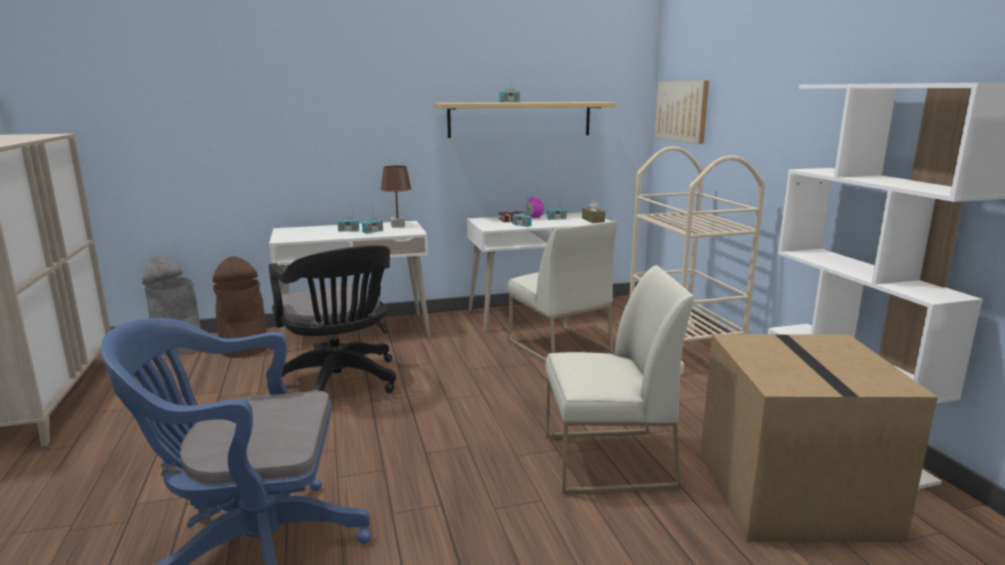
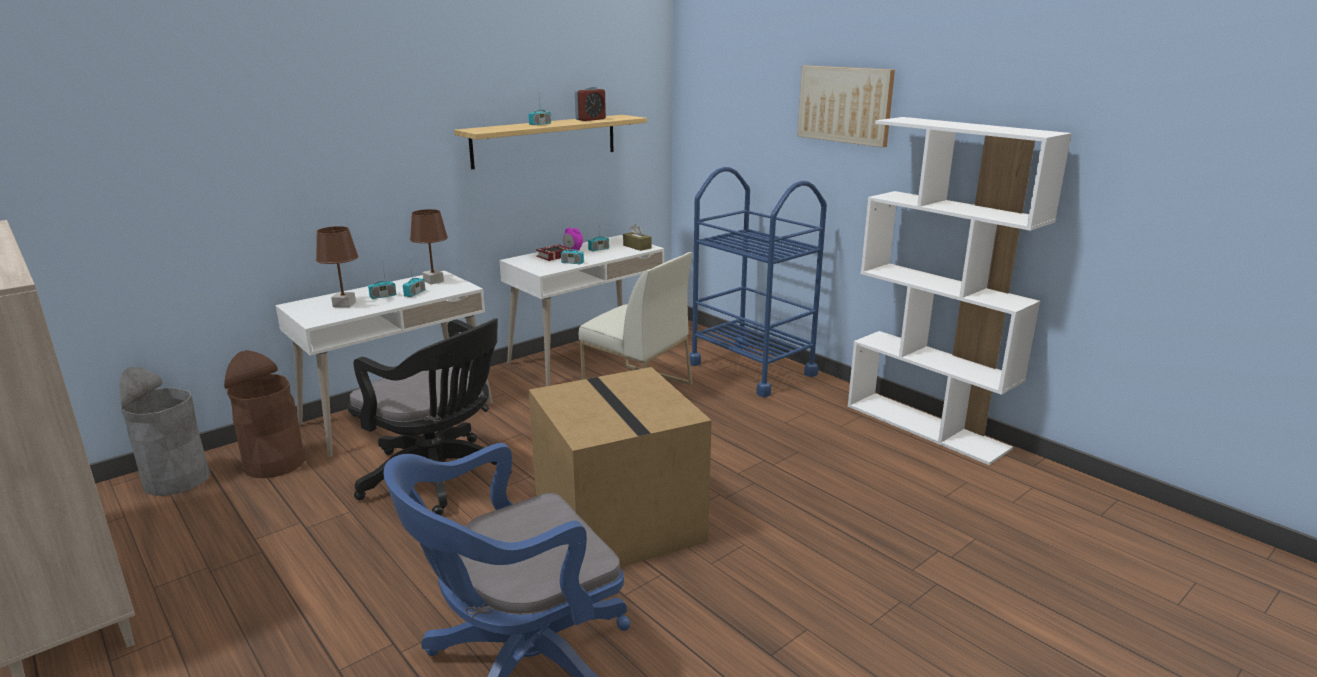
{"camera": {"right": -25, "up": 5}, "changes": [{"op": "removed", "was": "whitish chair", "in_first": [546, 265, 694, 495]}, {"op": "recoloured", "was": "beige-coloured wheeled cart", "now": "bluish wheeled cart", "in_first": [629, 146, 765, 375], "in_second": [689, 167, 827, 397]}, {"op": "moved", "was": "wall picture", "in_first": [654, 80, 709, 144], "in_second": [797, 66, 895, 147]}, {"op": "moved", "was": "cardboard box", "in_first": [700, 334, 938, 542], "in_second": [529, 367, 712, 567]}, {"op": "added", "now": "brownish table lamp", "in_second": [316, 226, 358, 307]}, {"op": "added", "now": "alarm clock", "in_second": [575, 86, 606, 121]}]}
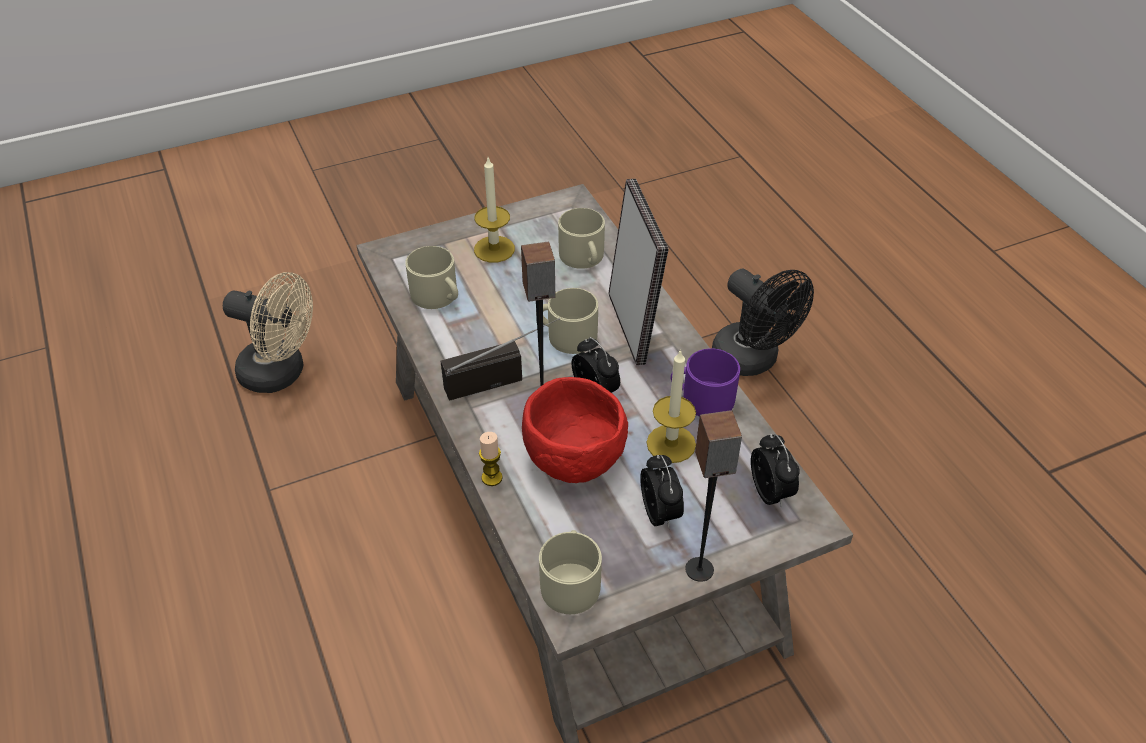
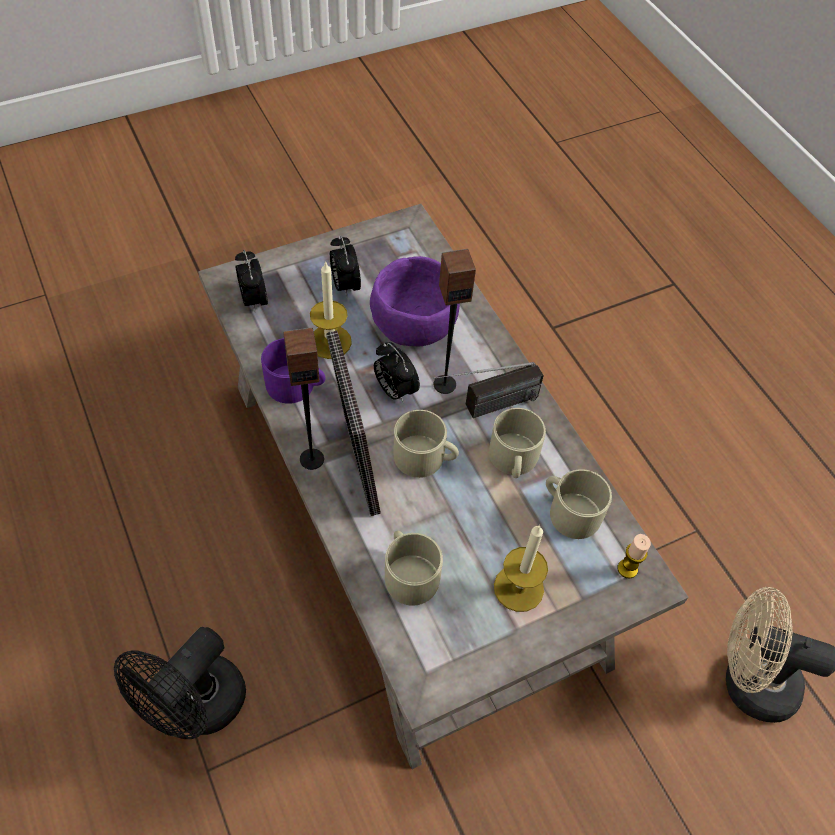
{"camera": {"right": 175, "up": 10}, "changes": [{"op": "moved", "was": "candle", "in_first": [479, 432, 503, 486], "in_second": [618, 534, 651, 579]}, {"op": "recoloured", "was": "reddish serving bowl", "now": "purplish serving bowl", "in_first": [522, 377, 628, 483], "in_second": [370, 256, 460, 346]}, {"op": "moved", "was": "beige-coloured coffee mug", "in_first": [539, 530, 602, 614], "in_second": [489, 408, 546, 478]}, {"op": "moved", "was": "loudspeaker", "in_first": [685, 410, 742, 582], "in_second": [283, 327, 324, 470]}, {"op": "turned", "was": "black cooling fan", "in_first": [712, 269, 814, 376], "in_second": [114, 627, 246, 739], "clockwise": -105}]}
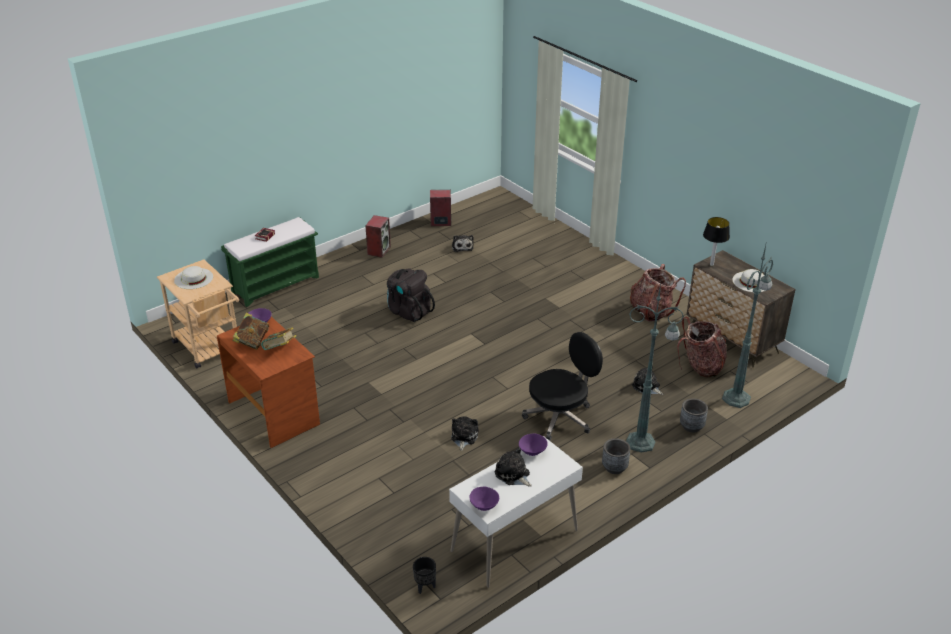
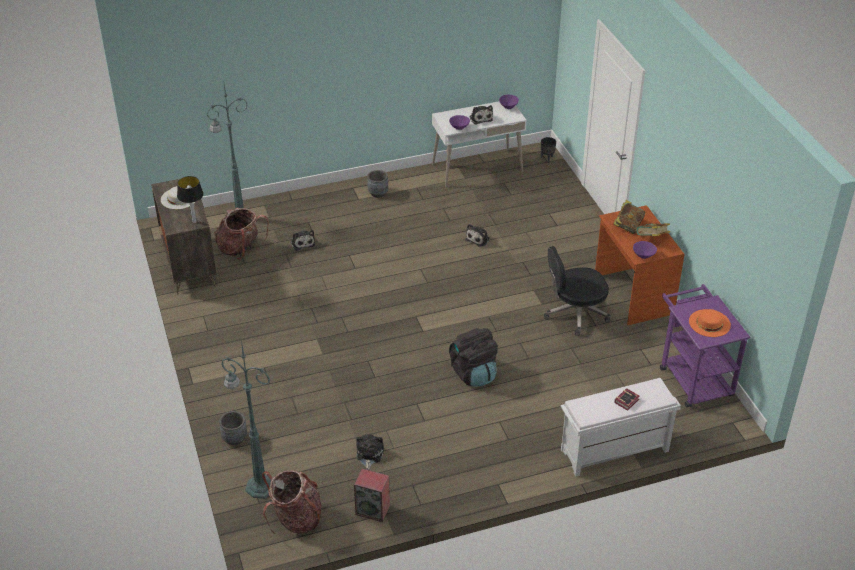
{"camera": {"right": -160, "up": 5}, "changes": [{"op": "recoloured", "was": "beige-coloured wheeled cart", "now": "purplish wheeled cart", "in_first": [157, 259, 239, 368], "in_second": [660, 284, 750, 407]}, {"op": "recoloured", "was": "whitish hat", "now": "orange-coloured hat", "in_first": [174, 266, 213, 289], "in_second": [689, 309, 731, 337]}, {"op": "recoloured", "was": "green bench", "now": "whitish bench", "in_first": [221, 217, 319, 307], "in_second": [561, 378, 681, 477]}, {"op": "removed", "was": "loudspeaker", "in_first": [365, 215, 391, 258]}, {"op": "moved", "was": "black office chair", "in_first": [522, 332, 603, 441], "in_second": [544, 246, 611, 336]}, {"op": "moved", "was": "green floor lamp", "in_first": [626, 282, 684, 452], "in_second": [221, 340, 271, 499]}, {"op": "moved", "was": "knapsack", "in_first": [630, 264, 686, 322], "in_second": [262, 470, 321, 534]}, {"op": "moved", "was": "greyish planter", "in_first": [680, 398, 708, 433], "in_second": [219, 411, 247, 445]}]}
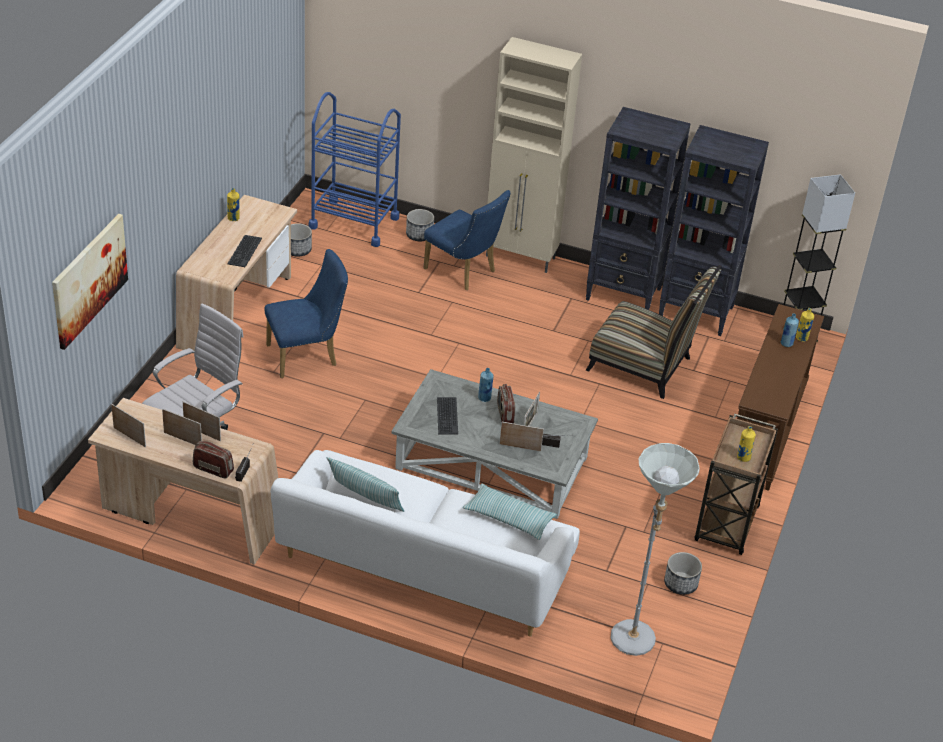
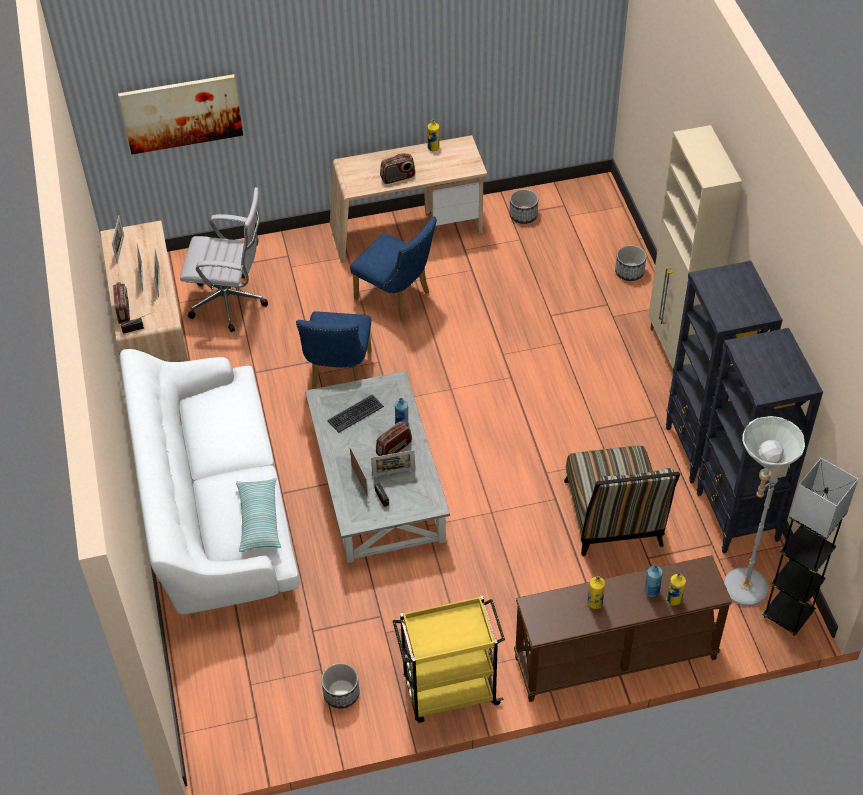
{"camera": {"right": 60, "up": 10}, "changes": [{"op": "replaced", "was": "computer keyboard", "now": "radio", "in_first": [228, 235, 262, 267], "in_second": [380, 153, 415, 184]}, {"op": "removed", "was": "bluish wheeled cart", "in_first": [309, 92, 401, 247]}, {"op": "removed", "was": "pillow", "in_first": [326, 457, 404, 512]}, {"op": "moved", "was": "bluish chair", "in_first": [423, 190, 511, 290], "in_second": [296, 311, 372, 389]}, {"op": "moved", "was": "greyish floor lamp", "in_first": [610, 443, 700, 656], "in_second": [724, 416, 805, 606]}, {"op": "recoloured", "was": "brownish wheeled cart", "now": "yellow wheeled cart", "in_first": [695, 414, 778, 555], "in_second": [393, 596, 505, 723]}, {"op": "moved", "was": "yellow bottle", "in_first": [737, 426, 756, 462], "in_second": [588, 576, 605, 609]}]}
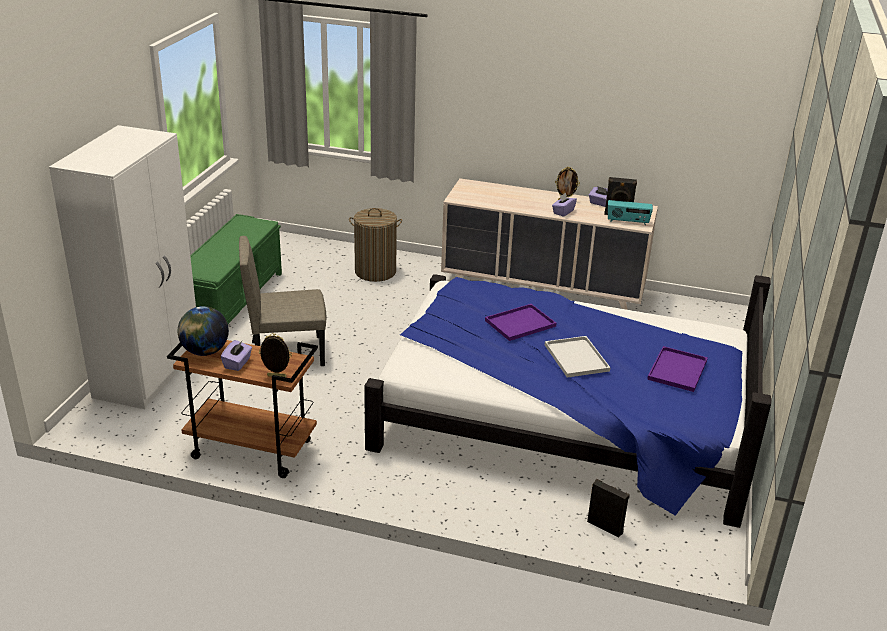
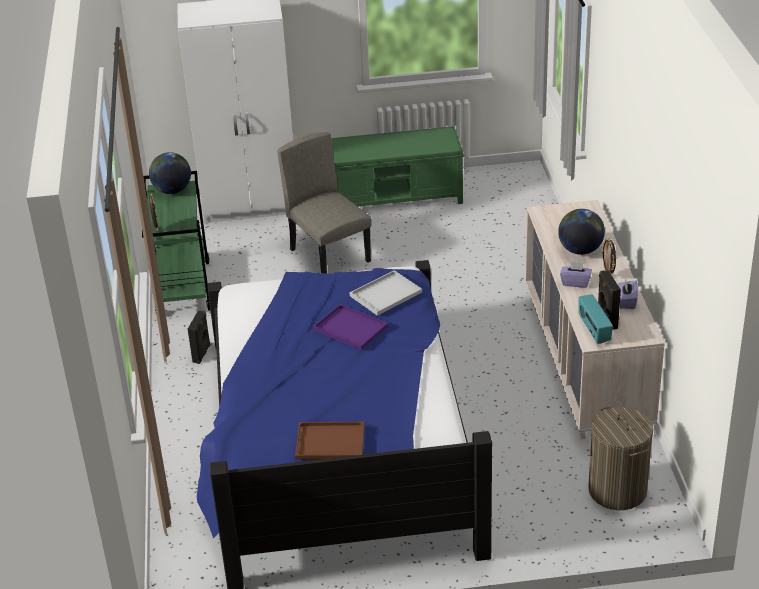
{"camera": {"right": 70, "up": 5}, "changes": [{"op": "recoloured", "was": "brownish wheeled cart", "now": "green wheeled cart", "in_first": [167, 340, 318, 478], "in_second": [142, 171, 210, 311]}, {"op": "removed", "was": "purplish tissue holder", "in_first": [221, 340, 252, 371]}, {"op": "moved", "was": "washing basket", "in_first": [349, 208, 402, 282], "in_second": [588, 407, 653, 510]}, {"op": "moved", "was": "whitish serving tray", "in_first": [545, 336, 611, 378], "in_second": [350, 270, 422, 316]}, {"op": "moved", "was": "black loudspeaker", "in_first": [587, 479, 630, 537], "in_second": [188, 311, 211, 364]}, {"op": "recoloured", "was": "purplish serving tray", "now": "brownish serving tray", "in_first": [647, 346, 708, 392], "in_second": [295, 422, 364, 460]}, {"op": "added", "now": "desk globe", "in_second": [558, 209, 605, 255]}]}
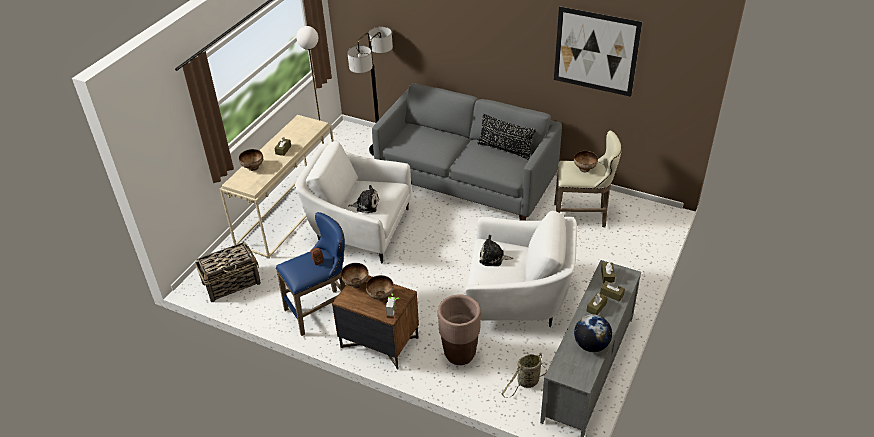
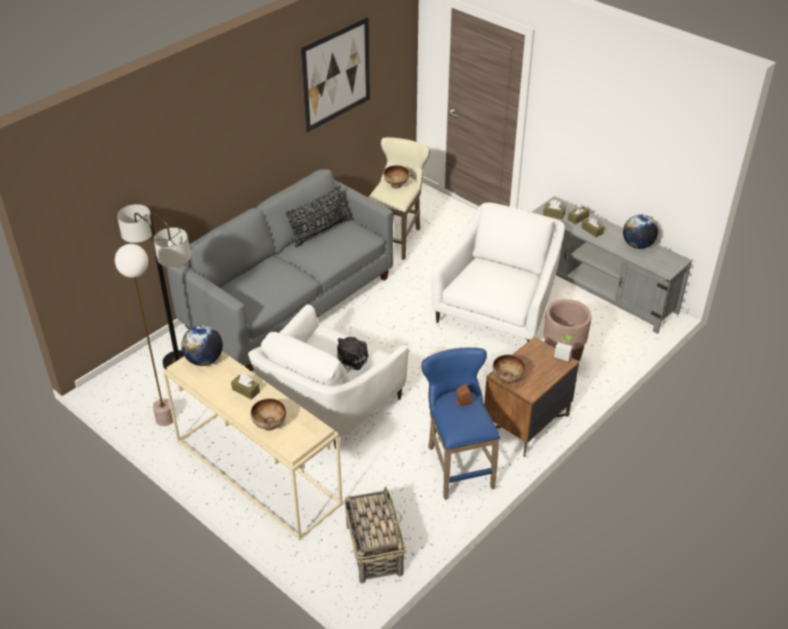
{"camera": {"right": -75, "up": 0}, "changes": [{"op": "removed", "was": "serving bowl", "in_first": [366, 275, 394, 301]}, {"op": "removed", "was": "soft toy", "in_first": [479, 235, 513, 266]}, {"op": "removed", "was": "household basket", "in_first": [501, 353, 547, 398]}, {"op": "added", "now": "desk globe", "in_second": [181, 325, 223, 366]}]}
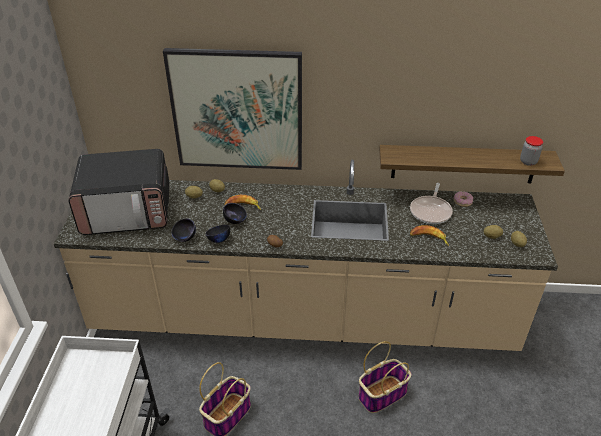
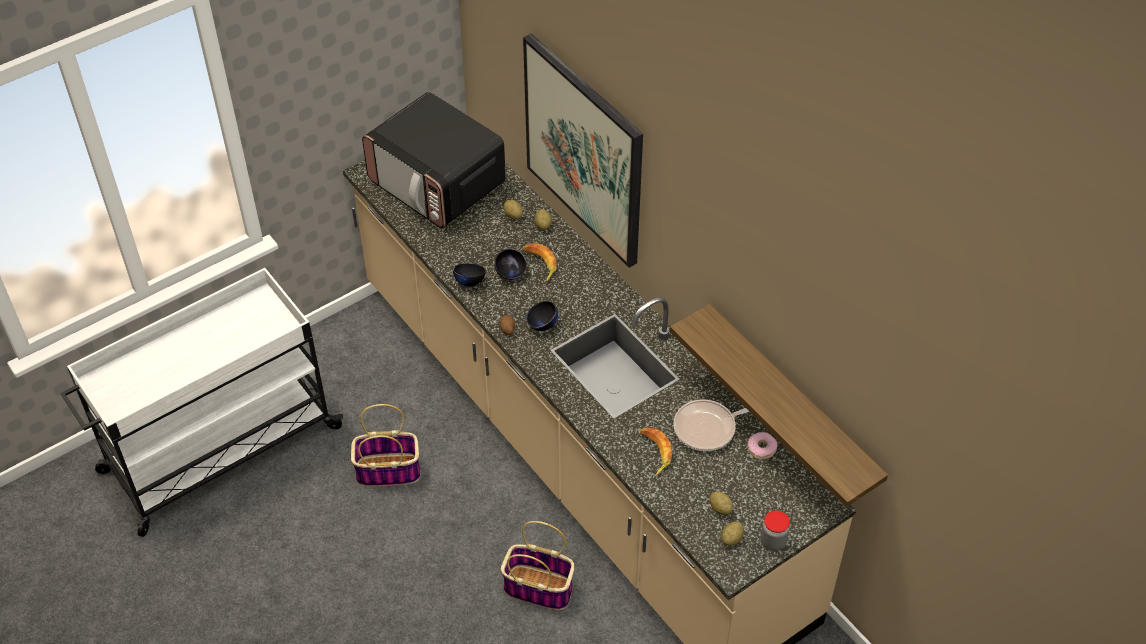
{"camera": {"right": 50, "up": 10}, "changes": [{"op": "moved", "was": "black serving bowl", "in_first": [171, 218, 196, 242], "in_second": [526, 301, 558, 331]}, {"op": "moved", "was": "storage jar", "in_first": [520, 136, 543, 166], "in_second": [760, 511, 790, 551]}]}
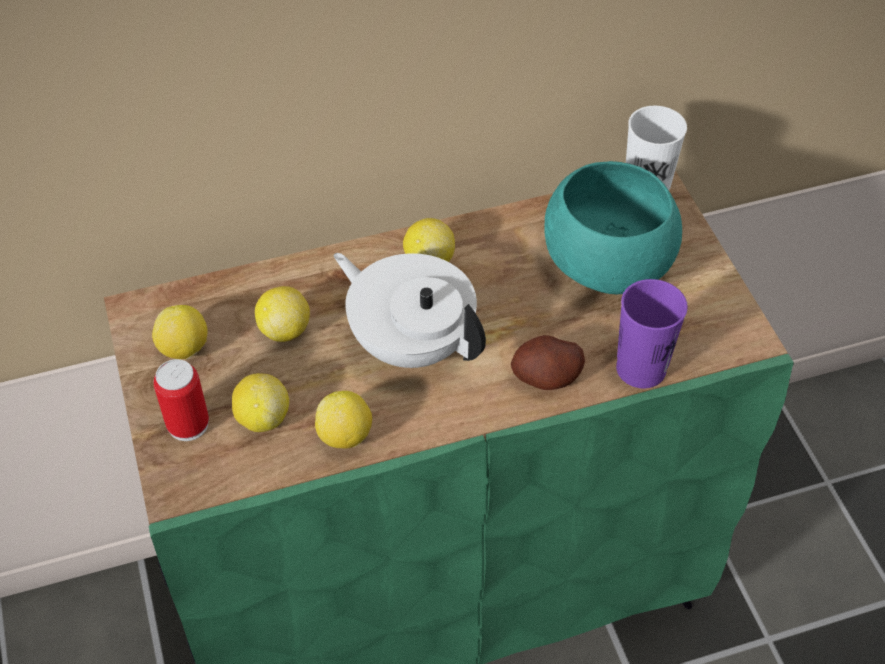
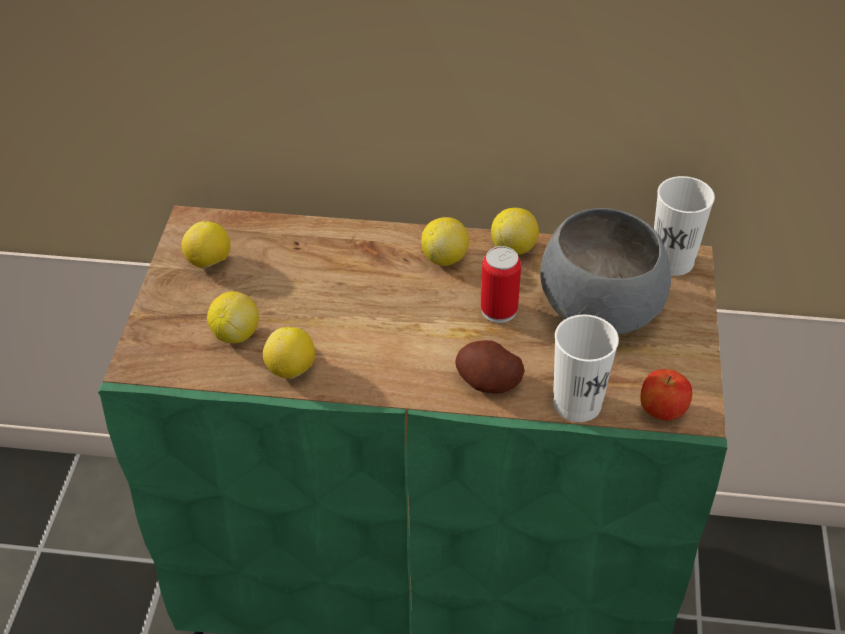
{"camera": {"right": 25, "up": -5}, "changes": [{"op": "moved", "was": "metal can", "in_first": [153, 359, 209, 441], "in_second": [481, 246, 521, 323]}, {"op": "moved", "was": "citrus fruit", "in_first": [255, 286, 310, 342], "in_second": [491, 208, 539, 255]}, {"op": "removed", "was": "whitish pot for tea", "in_first": [334, 253, 486, 368]}, {"op": "recoloured", "was": "turquoise serving bowl", "now": "greyish serving bowl", "in_first": [545, 161, 682, 294], "in_second": [540, 208, 671, 335]}, {"op": "recoloured", "was": "purplish small cup", "now": "whitish small cup", "in_first": [616, 279, 688, 388], "in_second": [553, 314, 619, 422]}, {"op": "added", "now": "apple fruit", "in_second": [640, 369, 692, 421]}]}
